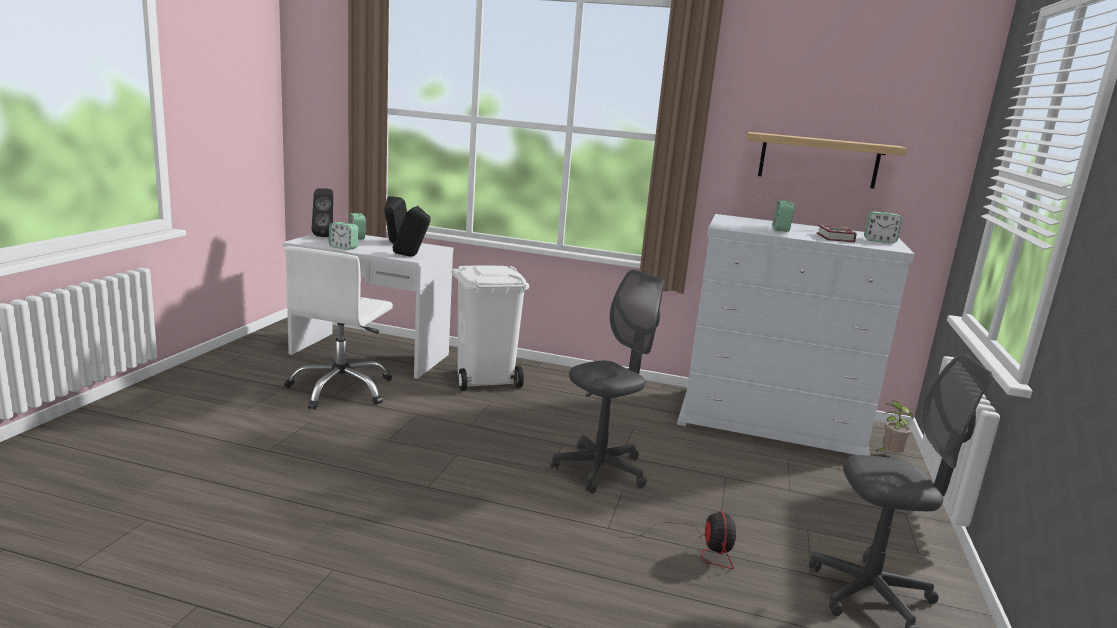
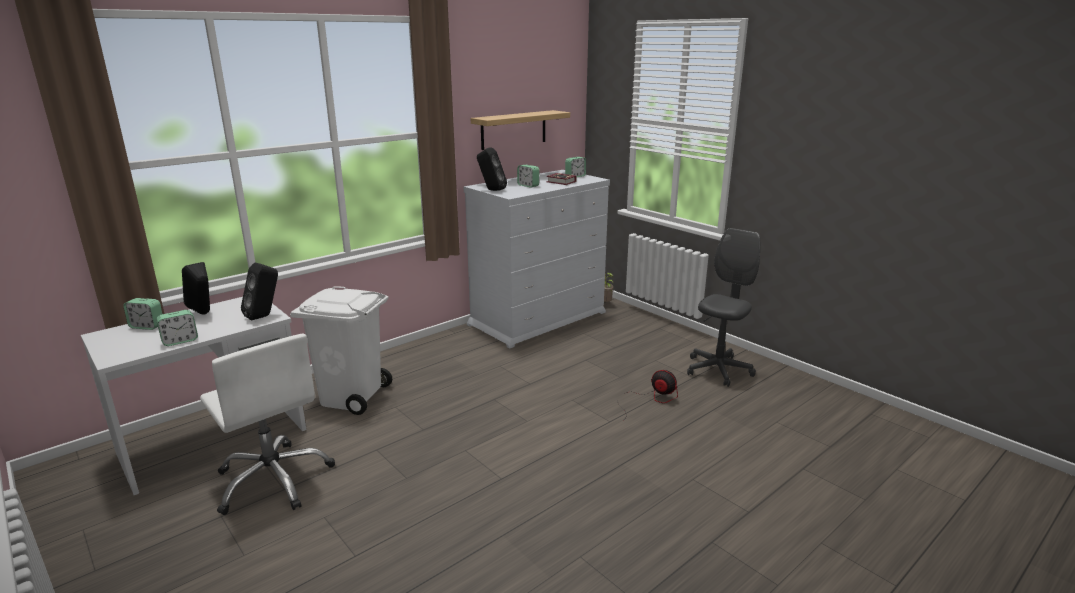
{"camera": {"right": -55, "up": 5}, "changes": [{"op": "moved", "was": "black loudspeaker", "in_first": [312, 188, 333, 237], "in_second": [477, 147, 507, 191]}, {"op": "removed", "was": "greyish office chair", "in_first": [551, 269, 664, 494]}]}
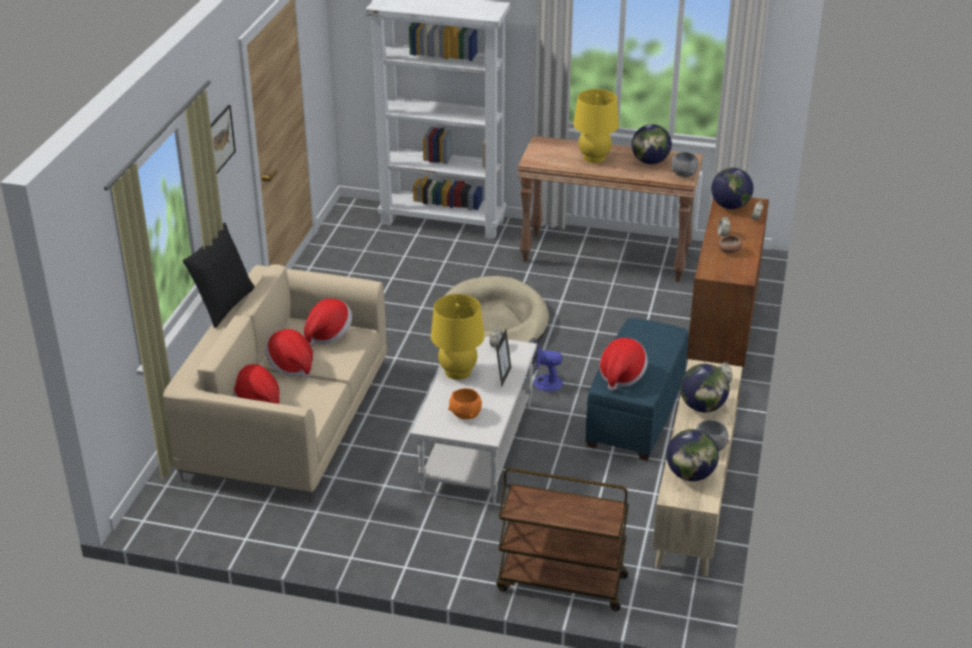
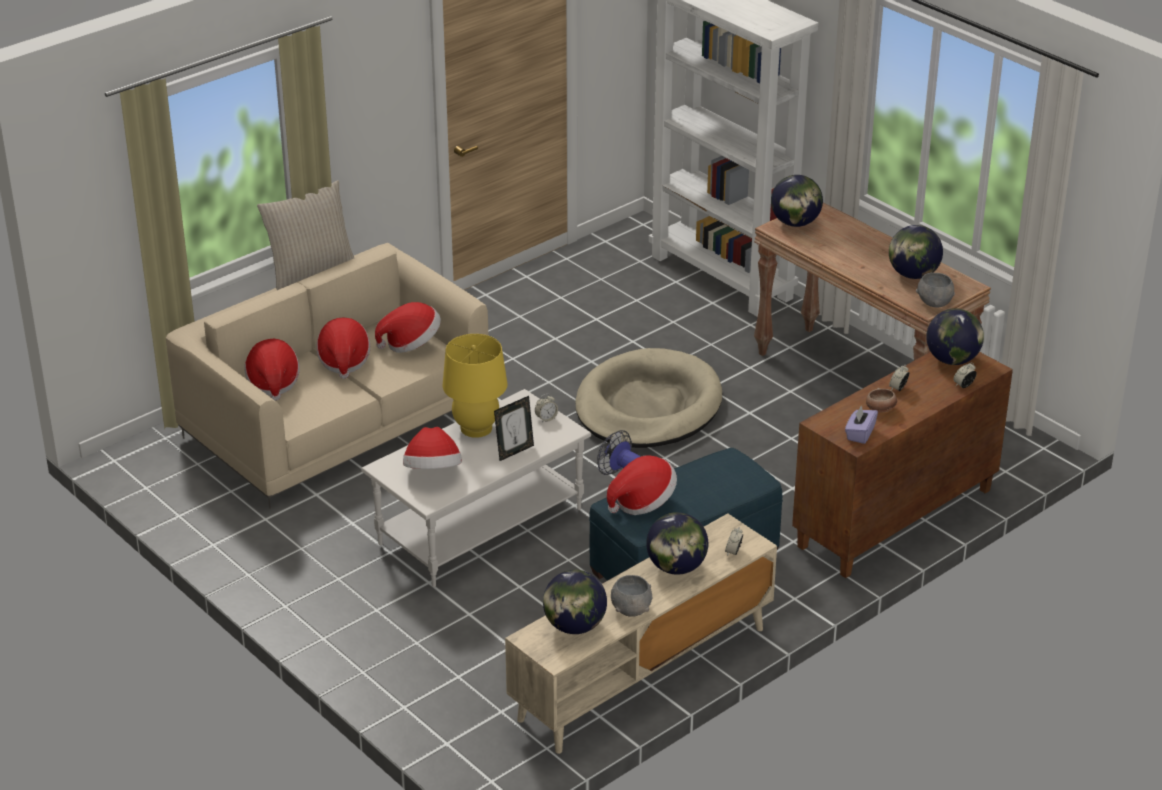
{"camera": {"right": 35, "up": 0}, "changes": [{"op": "recoloured", "was": "black pillow", "now": "beige-coloured pillow", "in_first": [183, 222, 255, 328], "in_second": [257, 180, 354, 290]}, {"op": "removed", "was": "wall picture", "in_first": [210, 105, 236, 174]}, {"op": "replaced", "was": "orange-coloured serving bowl", "now": "hat", "in_first": [448, 388, 482, 419], "in_second": [403, 427, 462, 469]}, {"op": "removed", "was": "brownish wheeled cart", "in_first": [496, 468, 629, 611]}, {"op": "removed", "was": "yellow table lamp", "in_first": [573, 89, 619, 163]}, {"op": "added", "now": "desk globe", "in_second": [771, 175, 823, 227]}, {"op": "added", "now": "purplish tissue holder", "in_second": [845, 405, 878, 444]}]}
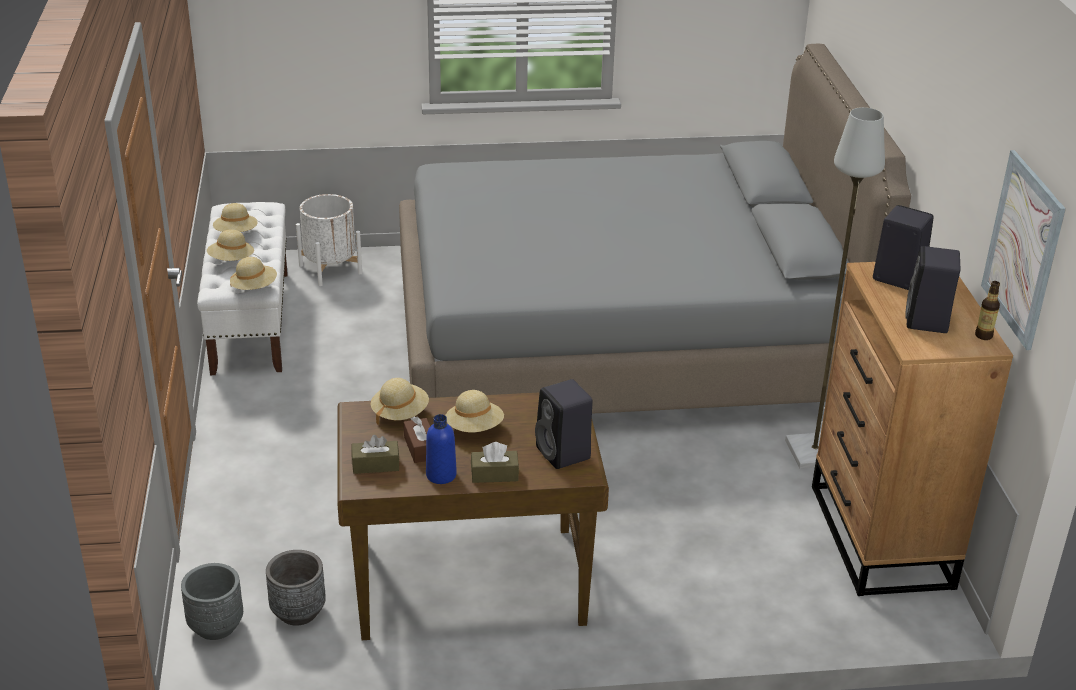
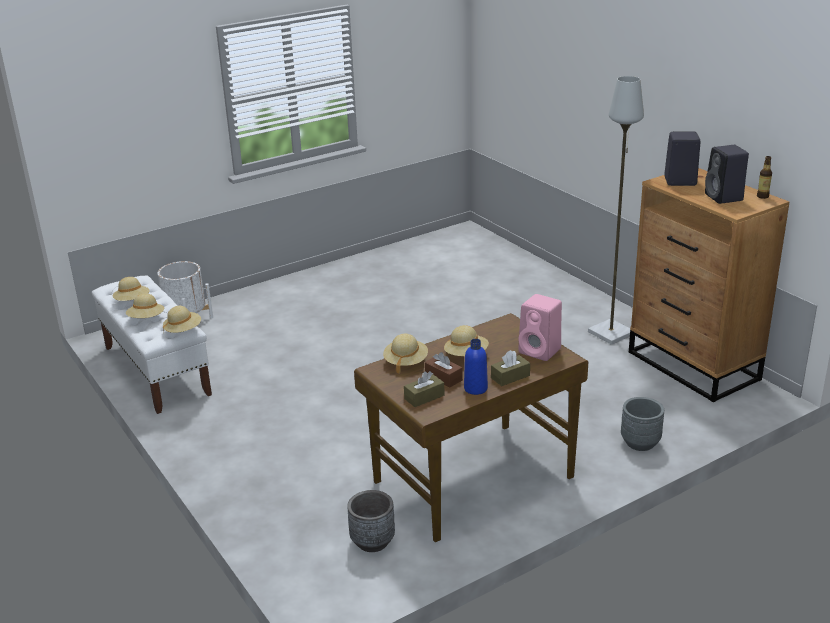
{"camera": {"right": -25, "up": -5}, "changes": [{"op": "moved", "was": "greyish planter", "in_first": [181, 563, 243, 640], "in_second": [621, 397, 664, 451]}, {"op": "removed", "was": "greyish sleeping bed", "in_first": [399, 44, 911, 414]}, {"op": "recoloured", "was": "black loudspeaker", "now": "pinkish loudspeaker", "in_first": [535, 379, 593, 469], "in_second": [518, 294, 562, 361]}, {"op": "removed", "was": "wall picture", "in_first": [981, 150, 1066, 350]}]}
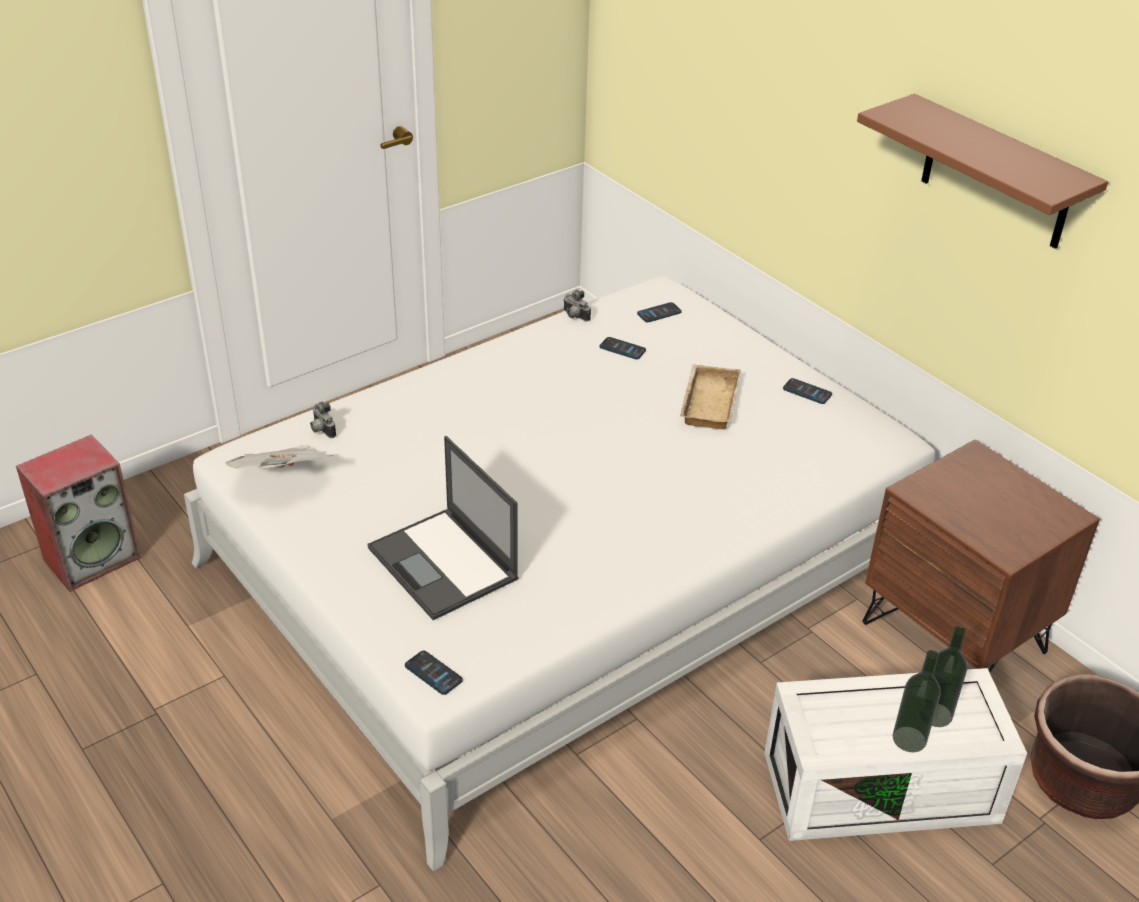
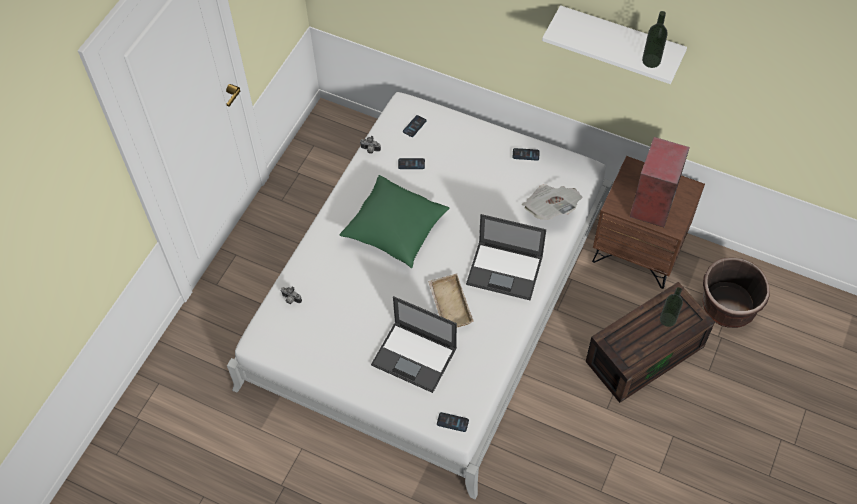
{"camera": {"right": -25, "up": 20}, "changes": [{"op": "moved", "was": "loudspeaker", "in_first": [16, 434, 142, 592], "in_second": [630, 137, 690, 227]}, {"op": "moved", "was": "newspaper", "in_first": [225, 445, 333, 469], "in_second": [522, 184, 583, 220]}, {"op": "moved", "was": "beige-coloured serving tray", "in_first": [680, 364, 740, 429], "in_second": [428, 274, 474, 327]}, {"op": "recoloured", "was": "whitish storage box", "now": "brownish storage box", "in_first": [764, 668, 1027, 841], "in_second": [585, 282, 715, 403]}, {"op": "recoloured", "was": "brownish wall shelf", "now": "whitish wall shelf", "in_first": [857, 94, 1108, 249], "in_second": [542, 5, 687, 84]}, {"op": "moved", "was": "bottle", "in_first": [893, 650, 941, 752], "in_second": [642, 11, 667, 68]}, {"op": "added", "now": "green pillow", "in_second": [339, 175, 450, 268]}, {"op": "added", "now": "portable computer", "in_second": [466, 214, 546, 300]}]}
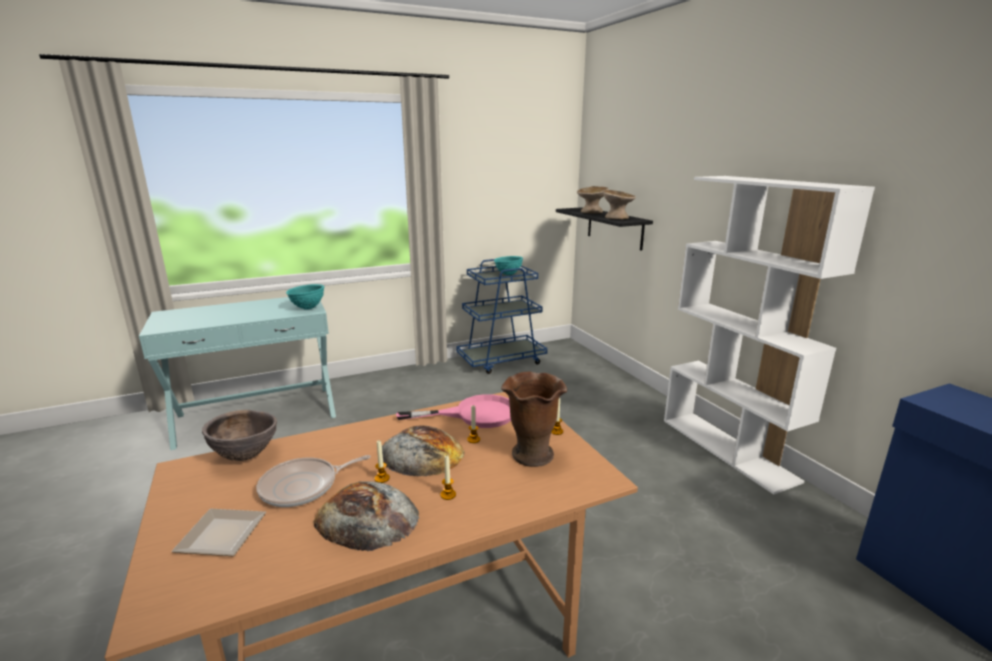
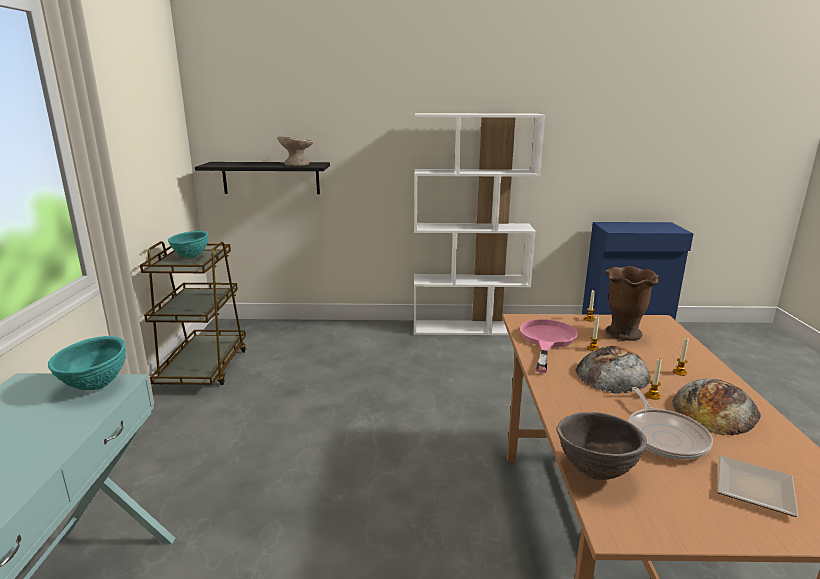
{"camera": {"right": -65, "up": 0}, "changes": [{"op": "recoloured", "was": "bluish wheeled cart", "now": "brownish wheeled cart", "in_first": [456, 259, 547, 374], "in_second": [140, 241, 246, 385]}, {"op": "removed", "was": "beige-coloured serving bowl", "in_first": [577, 186, 608, 214]}]}
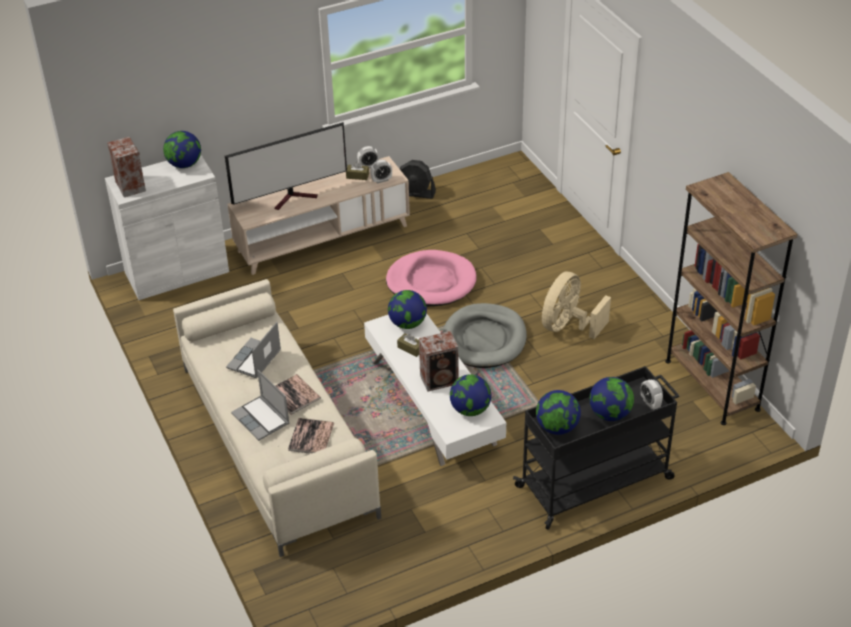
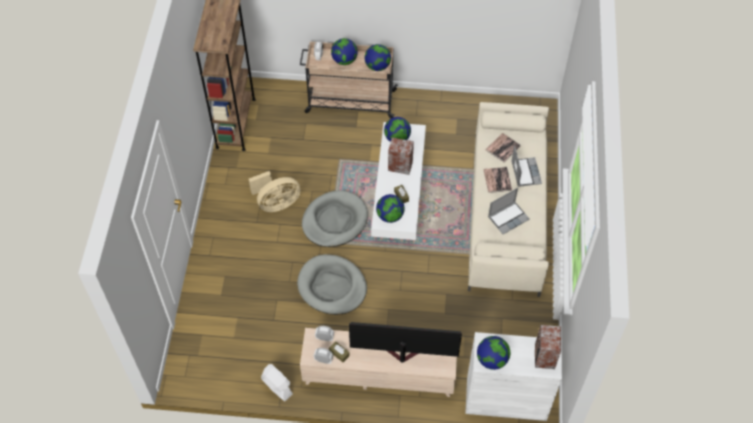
{"camera": {"right": -150, "up": 15}, "changes": [{"op": "recoloured", "was": "pinkish pet bed", "now": "greyish pet bed", "in_first": [386, 250, 477, 306], "in_second": [297, 254, 367, 315]}, {"op": "recoloured", "was": "black cooling fan", "now": "whitish cooling fan", "in_first": [400, 160, 436, 199], "in_second": [261, 364, 293, 401]}, {"op": "recoloured", "was": "black wheeled cart", "now": "beige-coloured wheeled cart", "in_first": [513, 366, 679, 530], "in_second": [300, 42, 398, 119]}]}
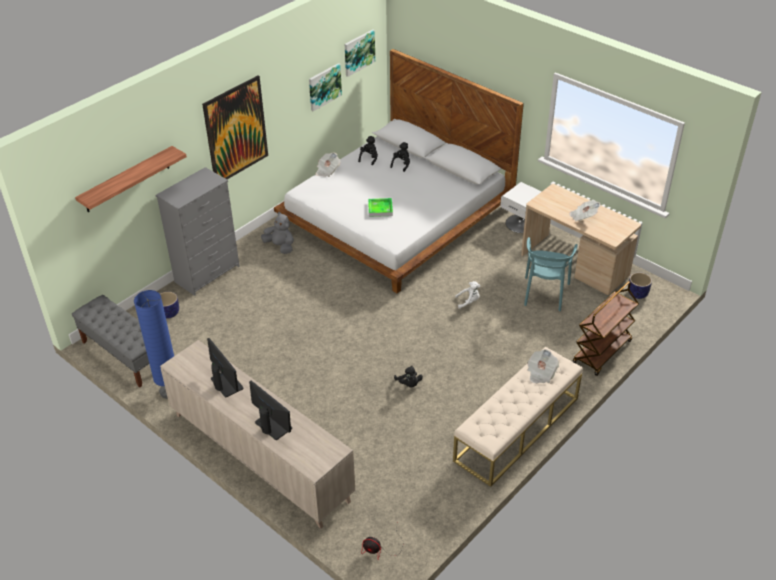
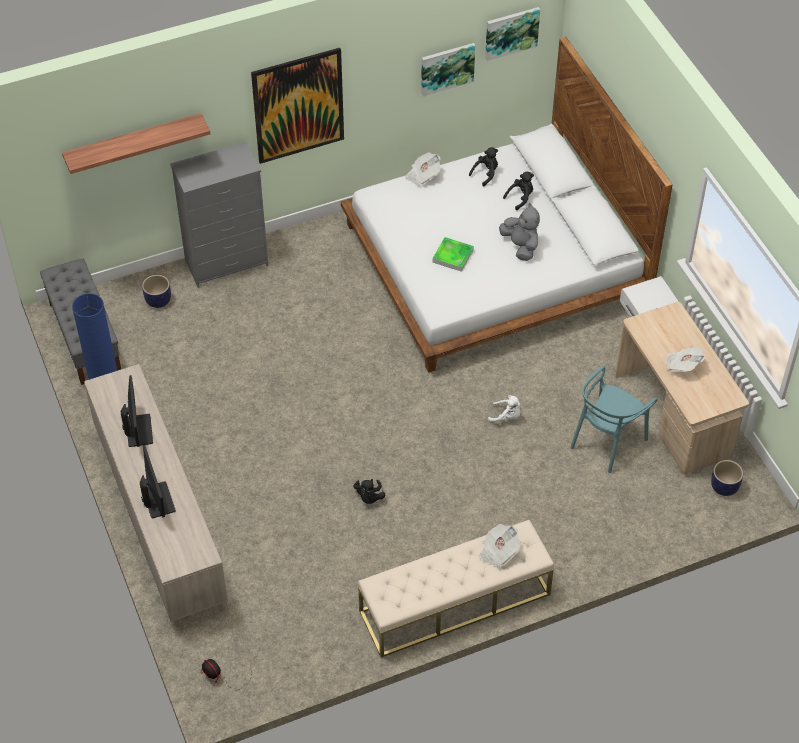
{"camera": {"right": 25, "up": 10}, "changes": [{"op": "moved", "was": "greyish soft toy", "in_first": [261, 212, 294, 254], "in_second": [499, 203, 540, 261]}, {"op": "removed", "was": "brownish wheeled cart", "in_first": [573, 281, 639, 376]}]}
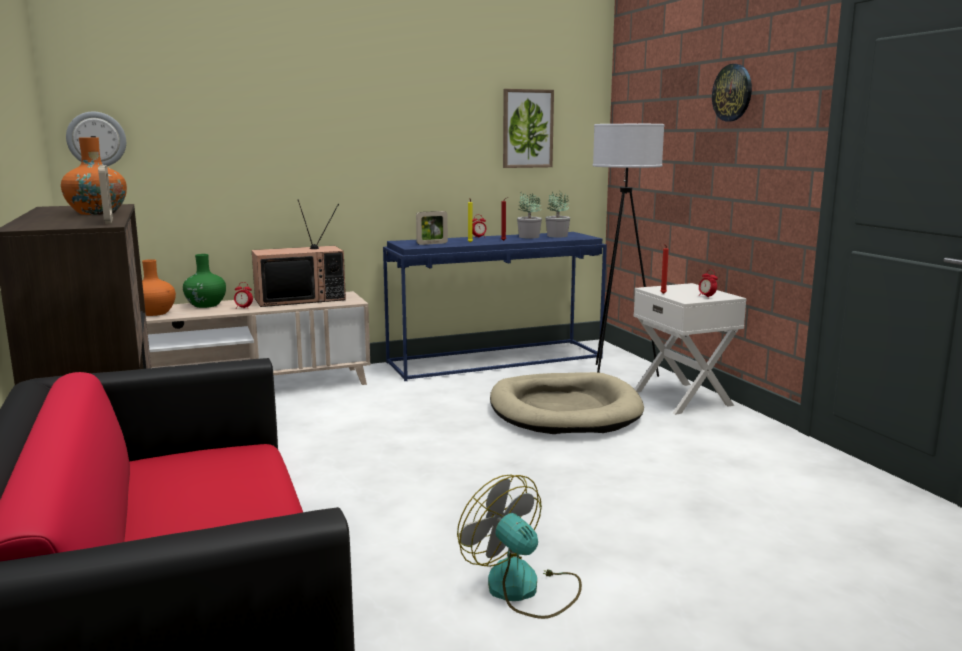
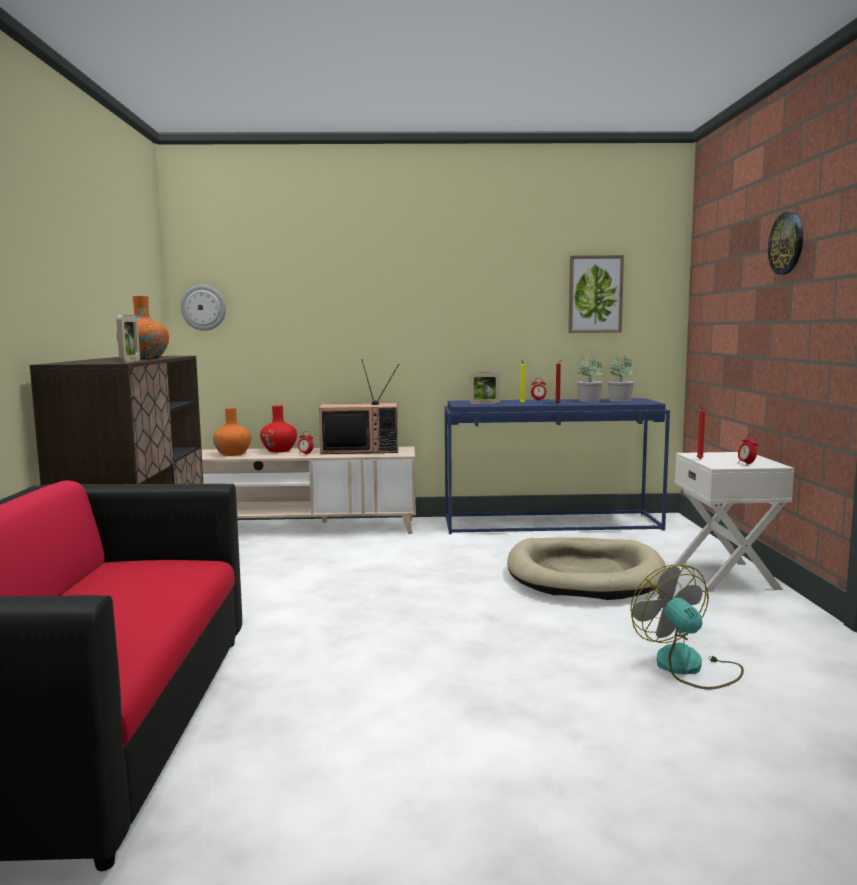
{"camera": {"right": 20, "up": -5}, "changes": [{"op": "recoloured", "was": "green decorative vase", "now": "reddish decorative vase", "in_first": [183, 254, 226, 308], "in_second": [260, 405, 297, 452]}, {"op": "moved", "was": "cooling fan", "in_first": [457, 475, 582, 619], "in_second": [630, 565, 744, 690]}, {"op": "removed", "was": "whitish floor lamp", "in_first": [593, 124, 665, 377]}]}
